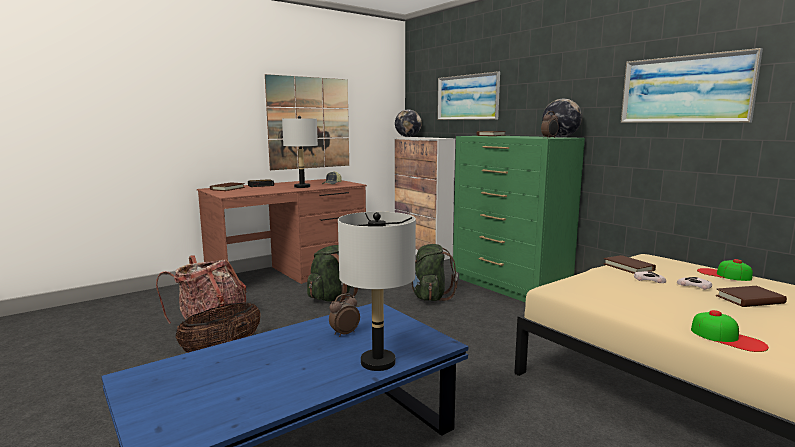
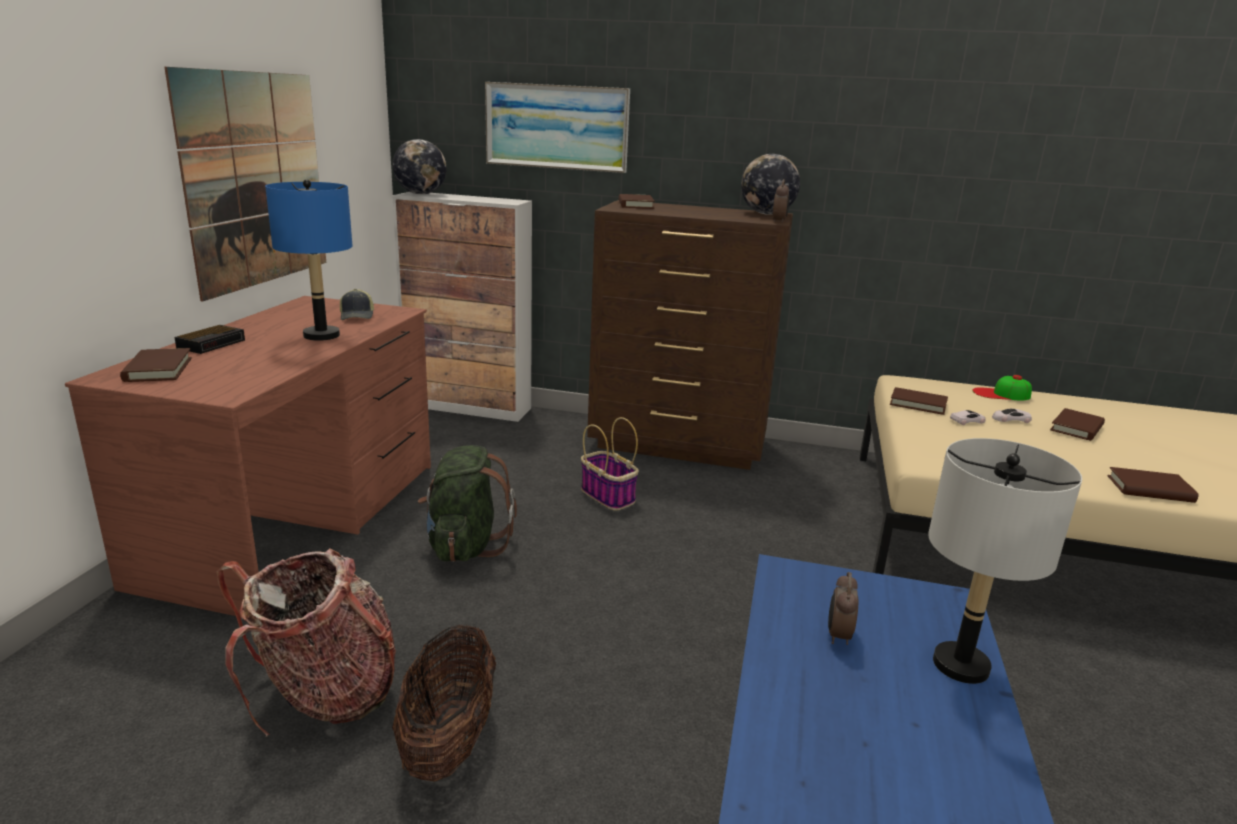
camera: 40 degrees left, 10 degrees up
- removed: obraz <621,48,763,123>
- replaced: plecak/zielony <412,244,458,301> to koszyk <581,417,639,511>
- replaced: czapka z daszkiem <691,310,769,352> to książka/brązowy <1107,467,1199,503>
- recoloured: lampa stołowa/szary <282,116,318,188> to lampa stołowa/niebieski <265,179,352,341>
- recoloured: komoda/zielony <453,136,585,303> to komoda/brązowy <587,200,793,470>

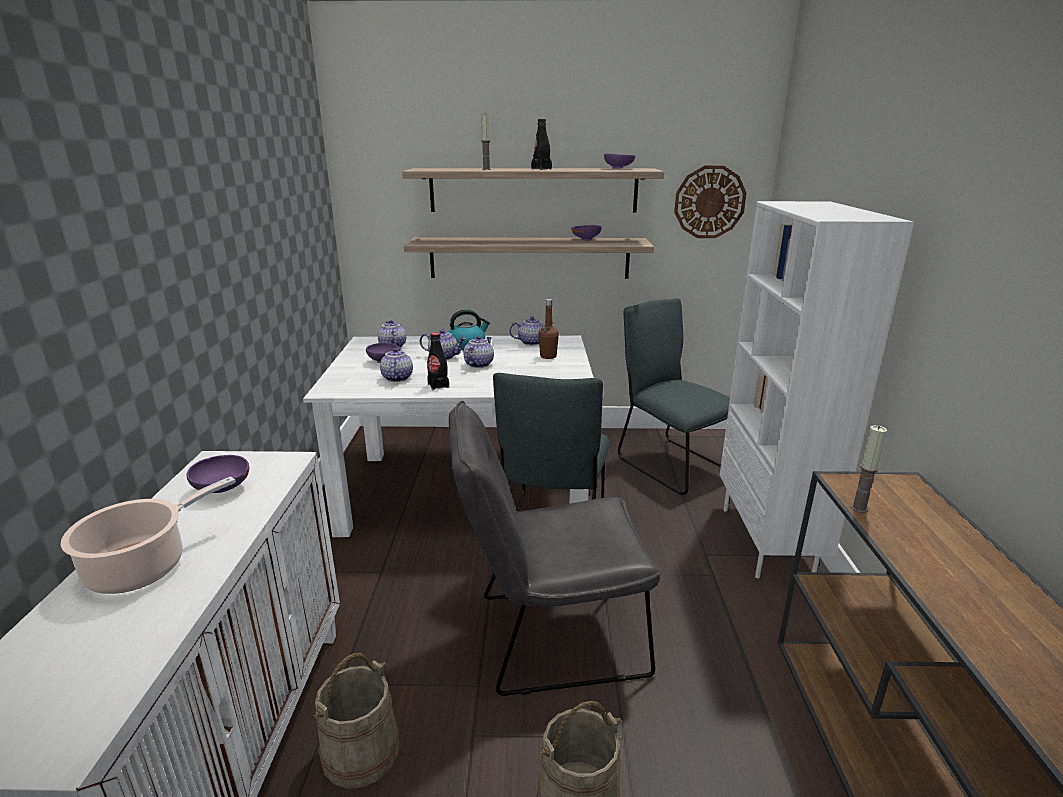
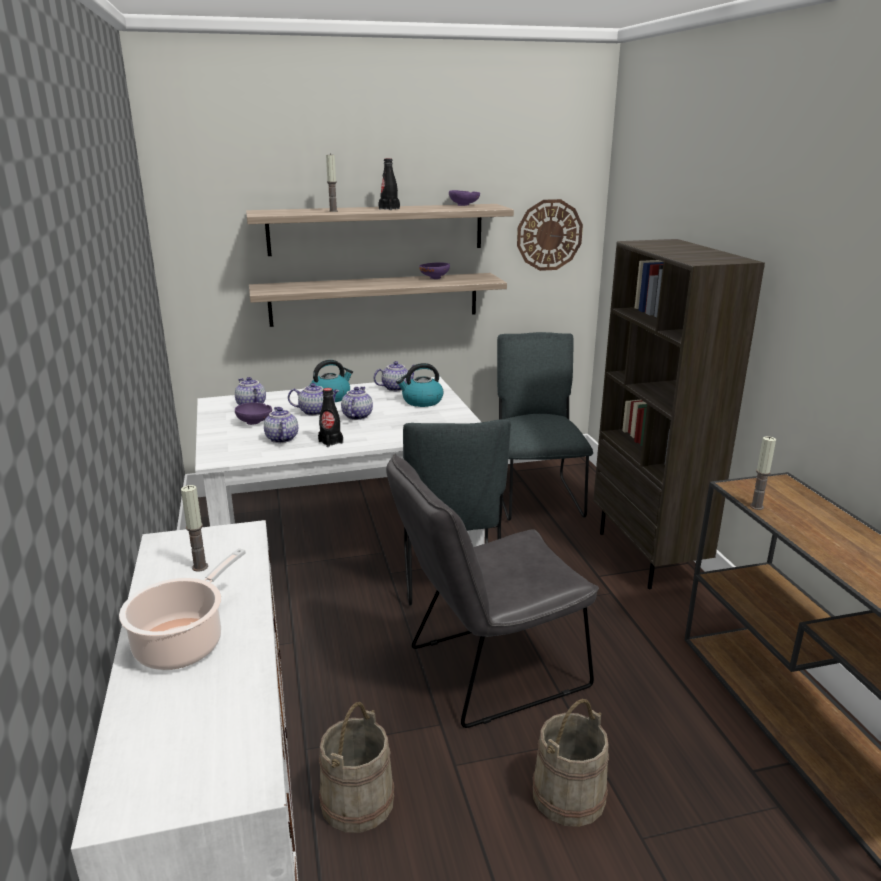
camera: 15 degrees left, 0 degrees up
- replaced: miska/fioletowy <187,455,249,493> to świeca <181,485,208,572>
- replaced: butelka/brązowy <538,299,559,359> to czajnik <396,363,444,407>
- recoloured: regał/biały <720,201,914,578> to regał/brązowy <593,239,765,589>
- turned: krzesło/szary <618,298,730,495> = <497,332,593,521> 45 degrees clockwise

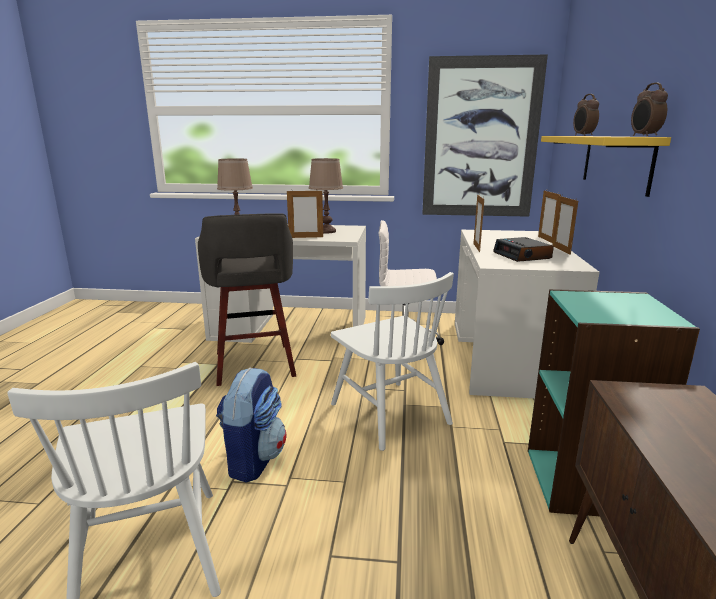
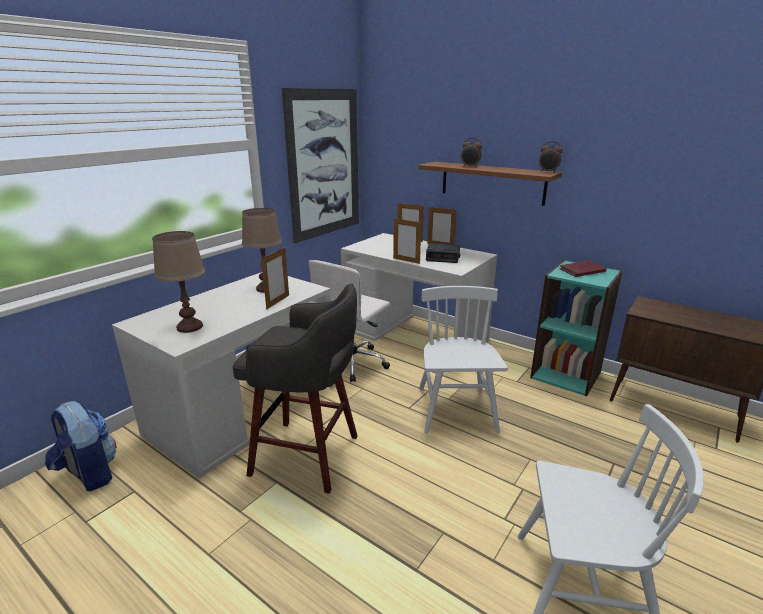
camera: 60 degrees left, 5 degrees up
- added: książka/czerwony <559,260,607,277>
- moved: plecak <216,367,287,483> to <45,401,116,491>
- recoloured: półka/żółty <541,136,671,197> to półka/brązowy <418,162,562,206>
- turned: krzesło/biały <331,272,454,451> = <419,286,508,434> 90 degrees counterclockwise

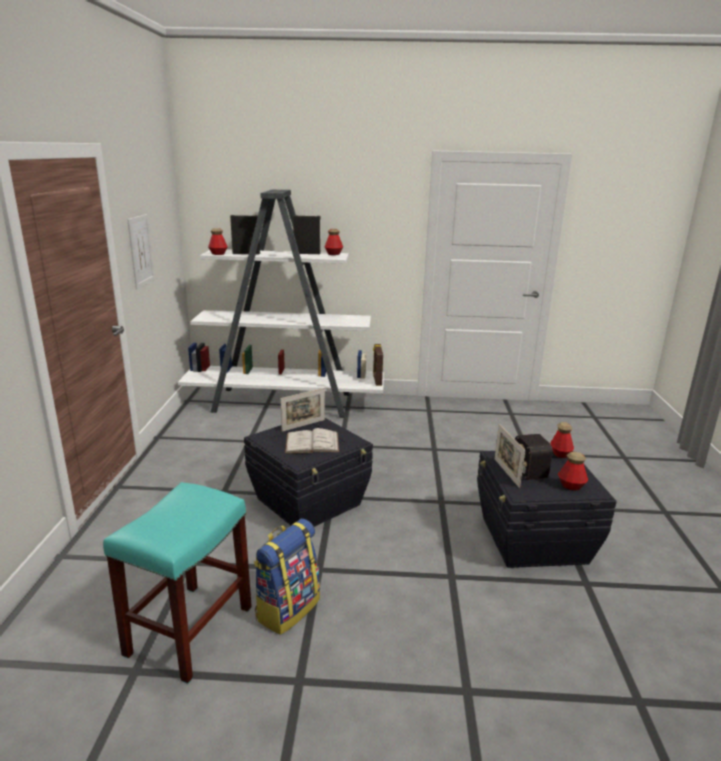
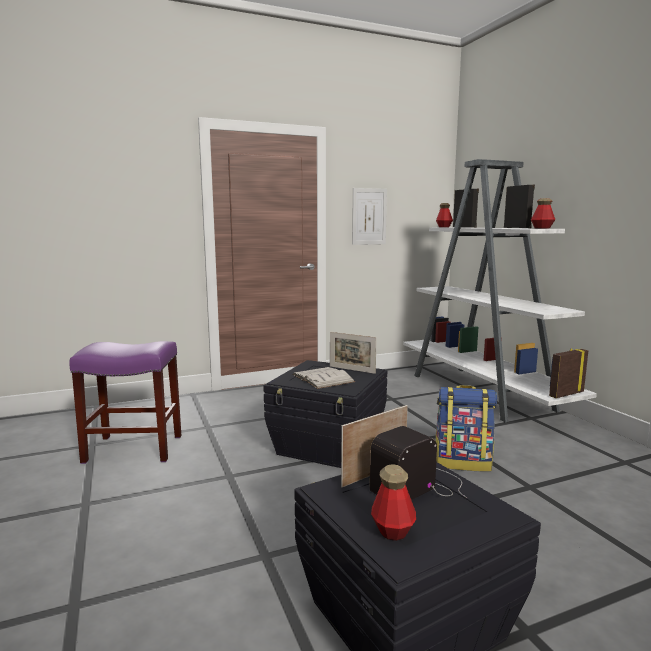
camera: 65 degrees right, 10 degrees down
- removed: butelka <550,422,574,458>
- moved: plecak <254,519,320,635> to <436,385,497,471>
- recoloured: stołek/turkusowy <103,482,252,684> to stołek/fioletowy <69,341,181,464>

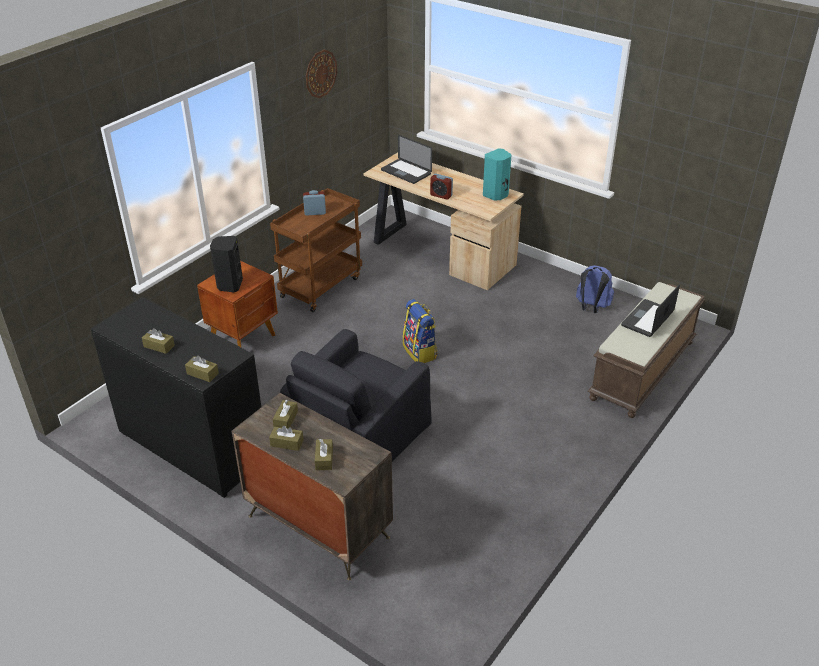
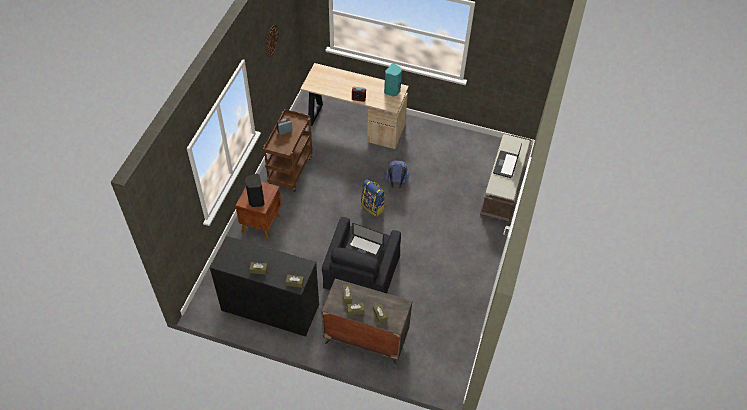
camera: 20 degrees left, 15 degrees up
- moved: laptop <381,135,432,184> to <345,223,384,259>
- moved: plecak/niebieski <576,265,614,313> to <386,160,409,188>

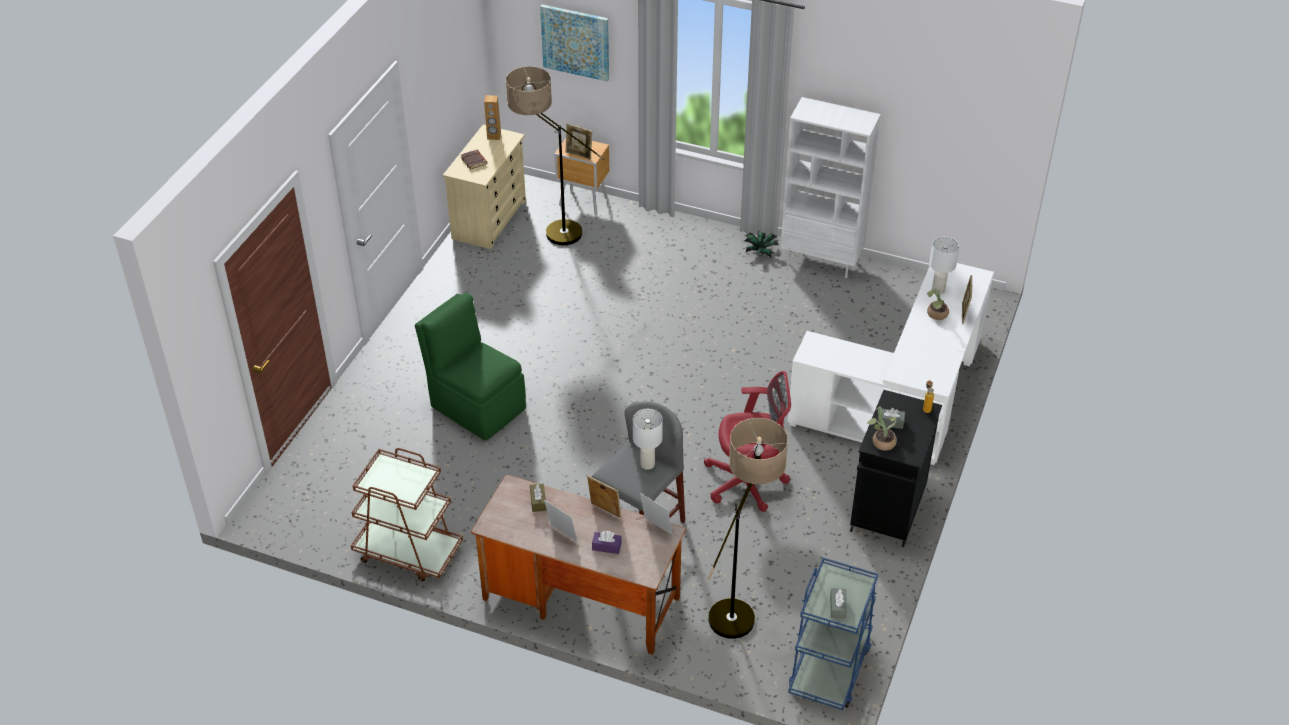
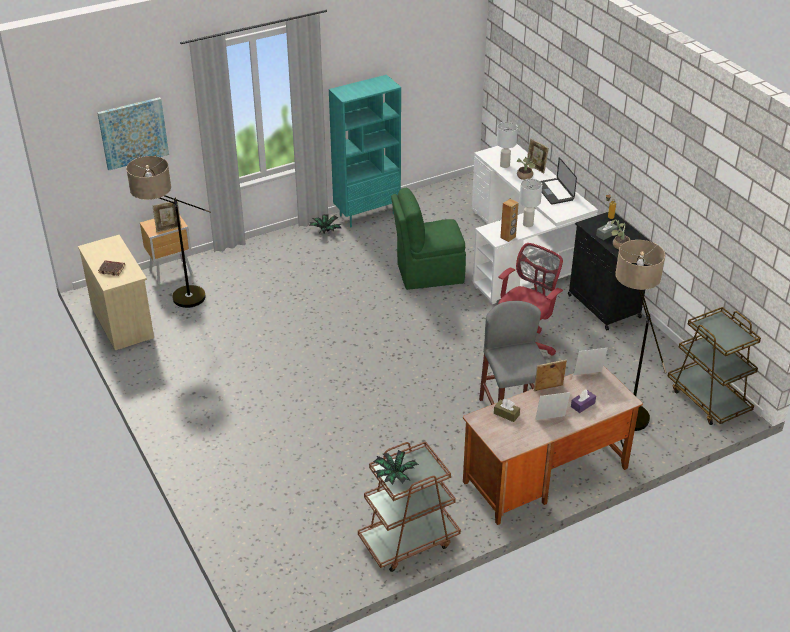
camera: 50 degrees left, 5 degrees down
- removed: pudełko chusteczek/szary <830,588,847,619>
- added: roślina doniczkowa <373,450,419,485>
- added: laptop <540,157,577,204>
- moved: krzesło/zielony <415,293,526,441> to <391,188,466,290>
- moved: głośnik/brązowy <484,95,501,140> to <500,199,519,242>
- moved: lampa stołowa/biały <633,409,663,470> to <519,179,542,227>
- recoloured: regał/biały <780,97,880,278> to regał/turkusowy <329,75,401,227>
- recoloured: wózek/niebieski <788,558,878,710> to wózek/brązowy <668,307,761,425>

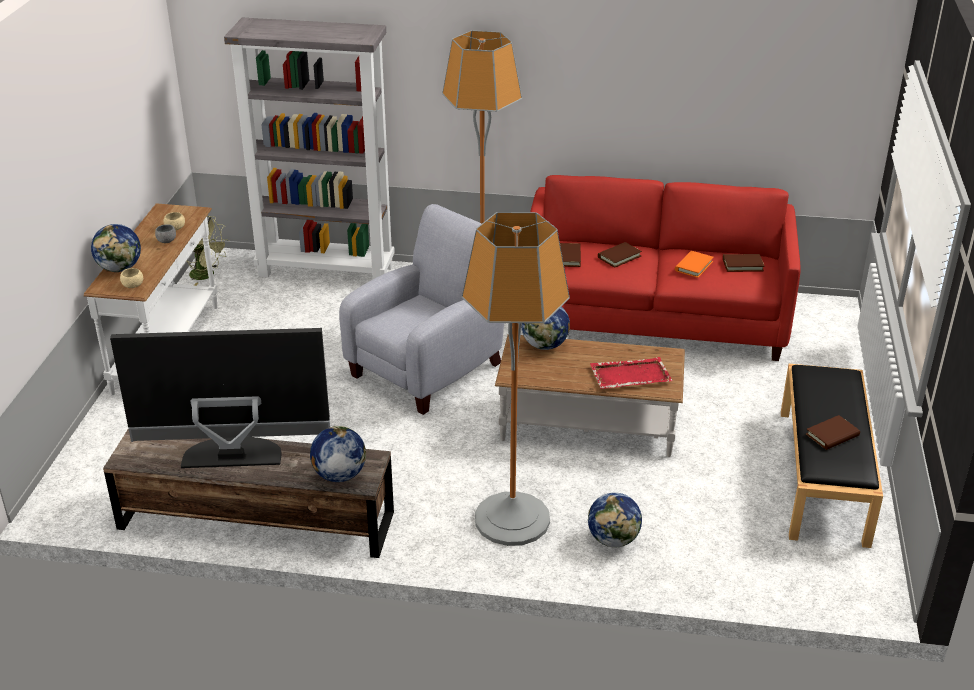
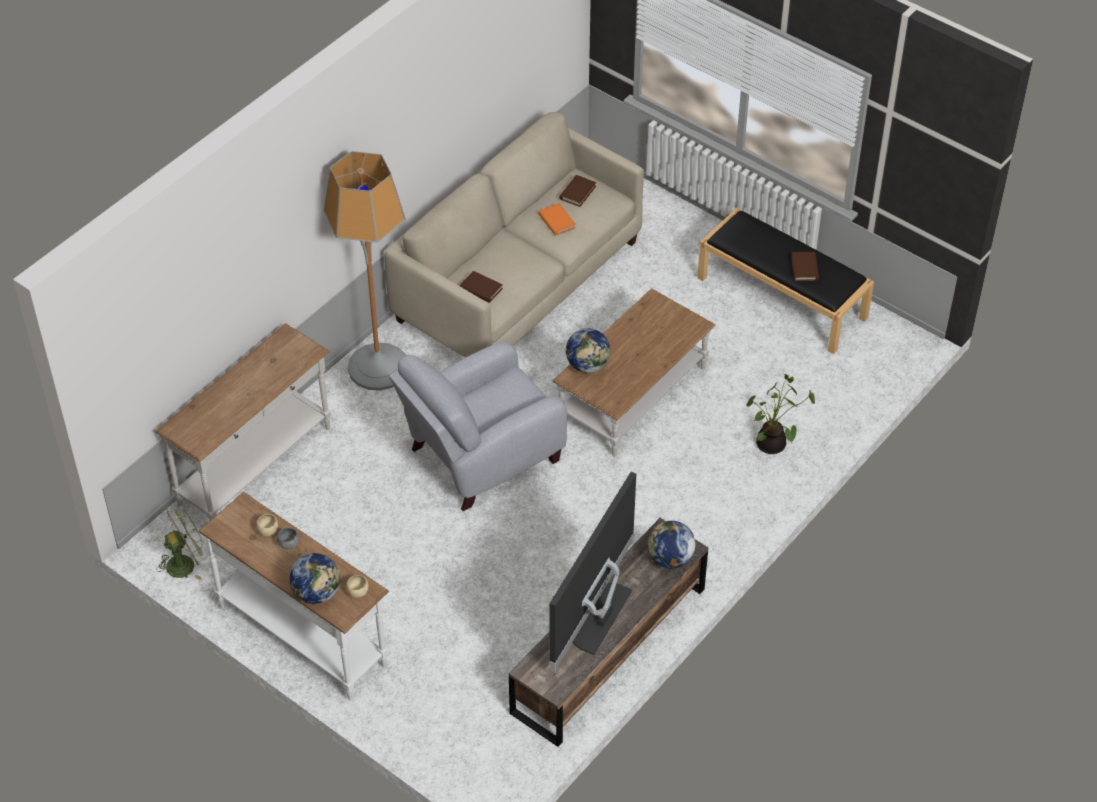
camera: 60 degrees left, 15 degrees up
- removed: lampa stojąca <462,212,570,546>
- removed: taca/czerwony <590,357,673,389>
- removed: książka/brązowy <598,242,642,268>
- replaced: regał/szary <224,18,395,279> to stolik konsolowy/biały <155,323,331,521>
- replaced: globus <588,492,642,547> to roślina doniczkowa <746,374,815,454>
- recoloured: kanapa/czerwony <530,175,801,361> to kanapa/beżowy <385,112,644,357>
- turned: fotel/szary <339,204,504,415> = <389,341,567,511> 105 degrees counterclockwise

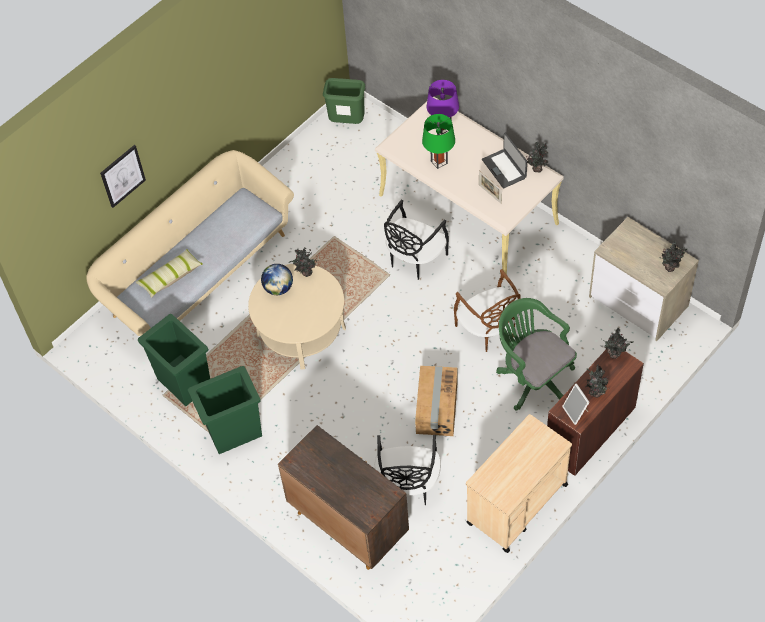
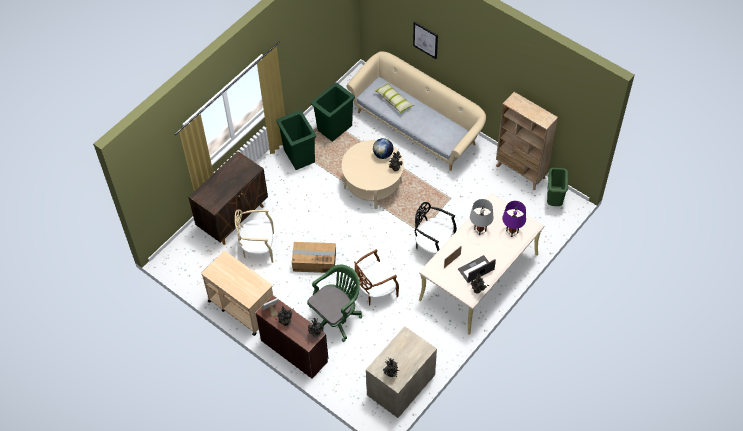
camera: 85 degrees right, 0 degrees up
- added: regał/beżowy <496,92,558,190>
- recoloured: krzesło/czarny <375,435,441,505> to krzesło/beżowy <235,209,274,263>
- recoloured: lampa stołowa/zielony <422,114,455,169> to lampa stołowa/szary <470,199,494,235>

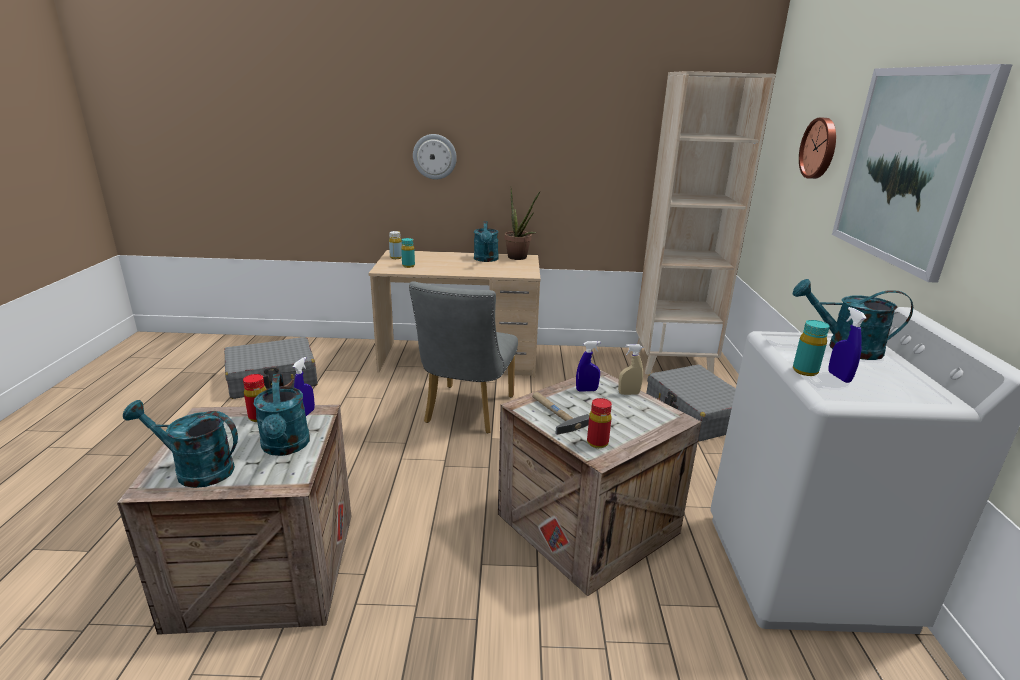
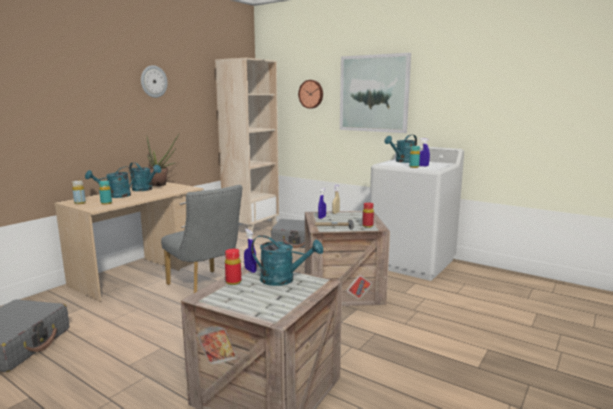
camera: 55 degrees left, 10 degrees down
- moved: konewka/turkusowy <123,400,238,488> to <85,166,134,198>
- moved: zegar ścienny <413,134,457,179> to <141,65,168,98>

